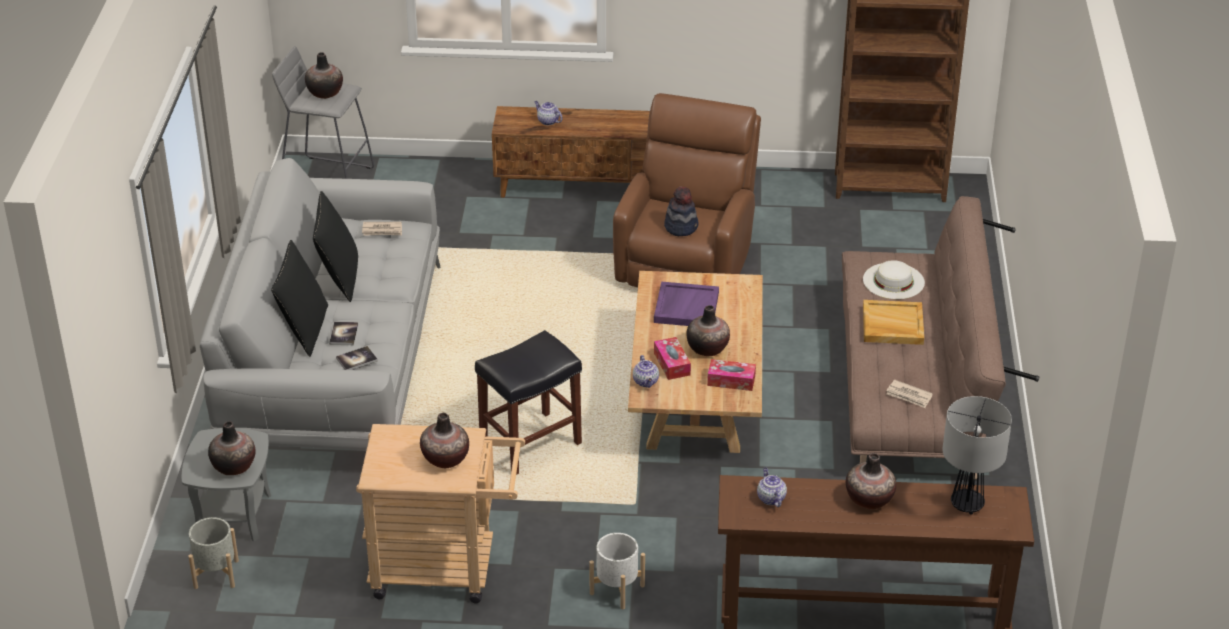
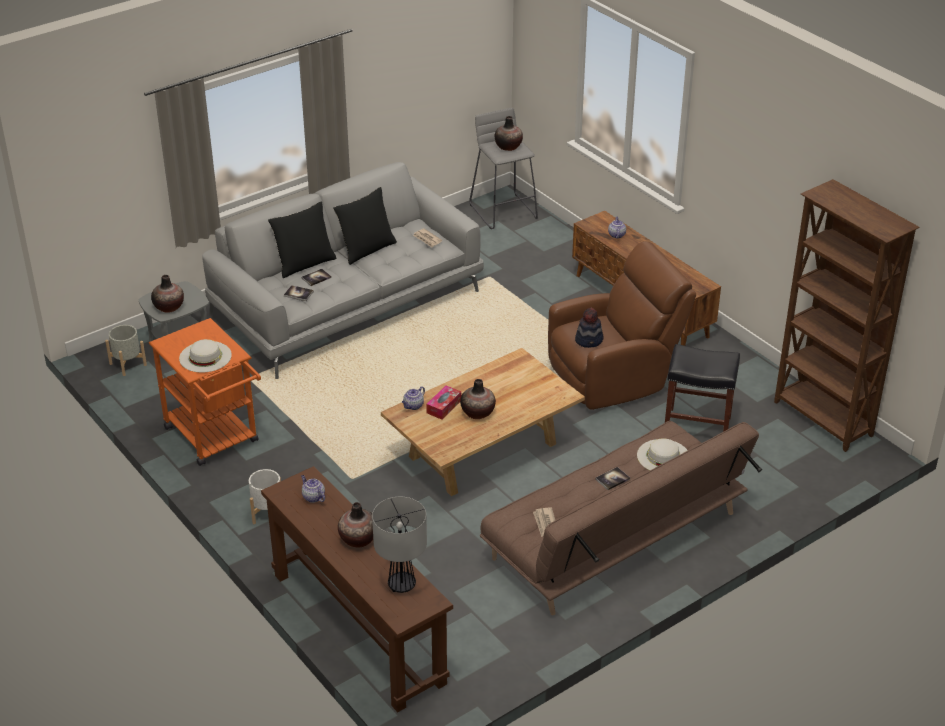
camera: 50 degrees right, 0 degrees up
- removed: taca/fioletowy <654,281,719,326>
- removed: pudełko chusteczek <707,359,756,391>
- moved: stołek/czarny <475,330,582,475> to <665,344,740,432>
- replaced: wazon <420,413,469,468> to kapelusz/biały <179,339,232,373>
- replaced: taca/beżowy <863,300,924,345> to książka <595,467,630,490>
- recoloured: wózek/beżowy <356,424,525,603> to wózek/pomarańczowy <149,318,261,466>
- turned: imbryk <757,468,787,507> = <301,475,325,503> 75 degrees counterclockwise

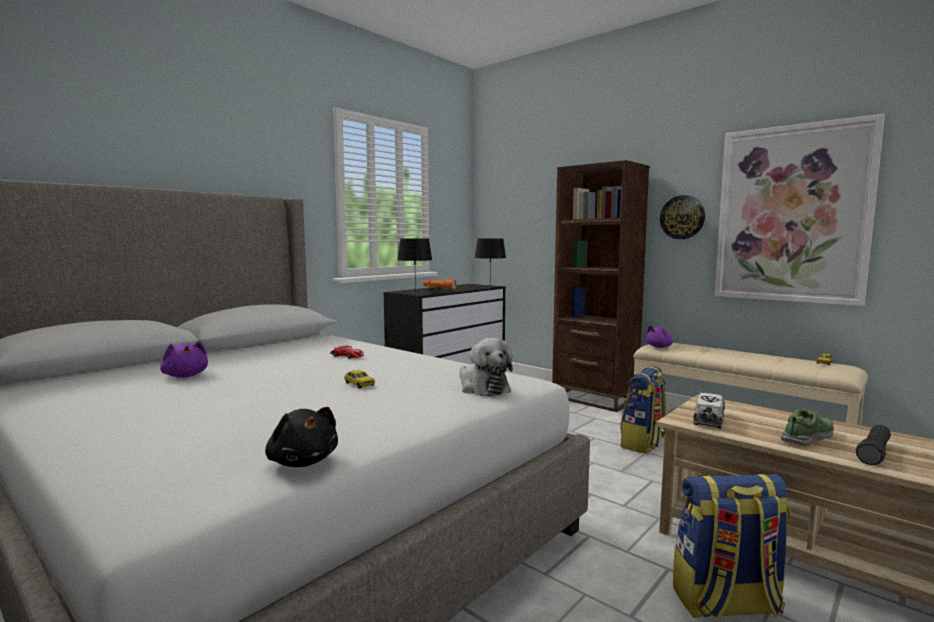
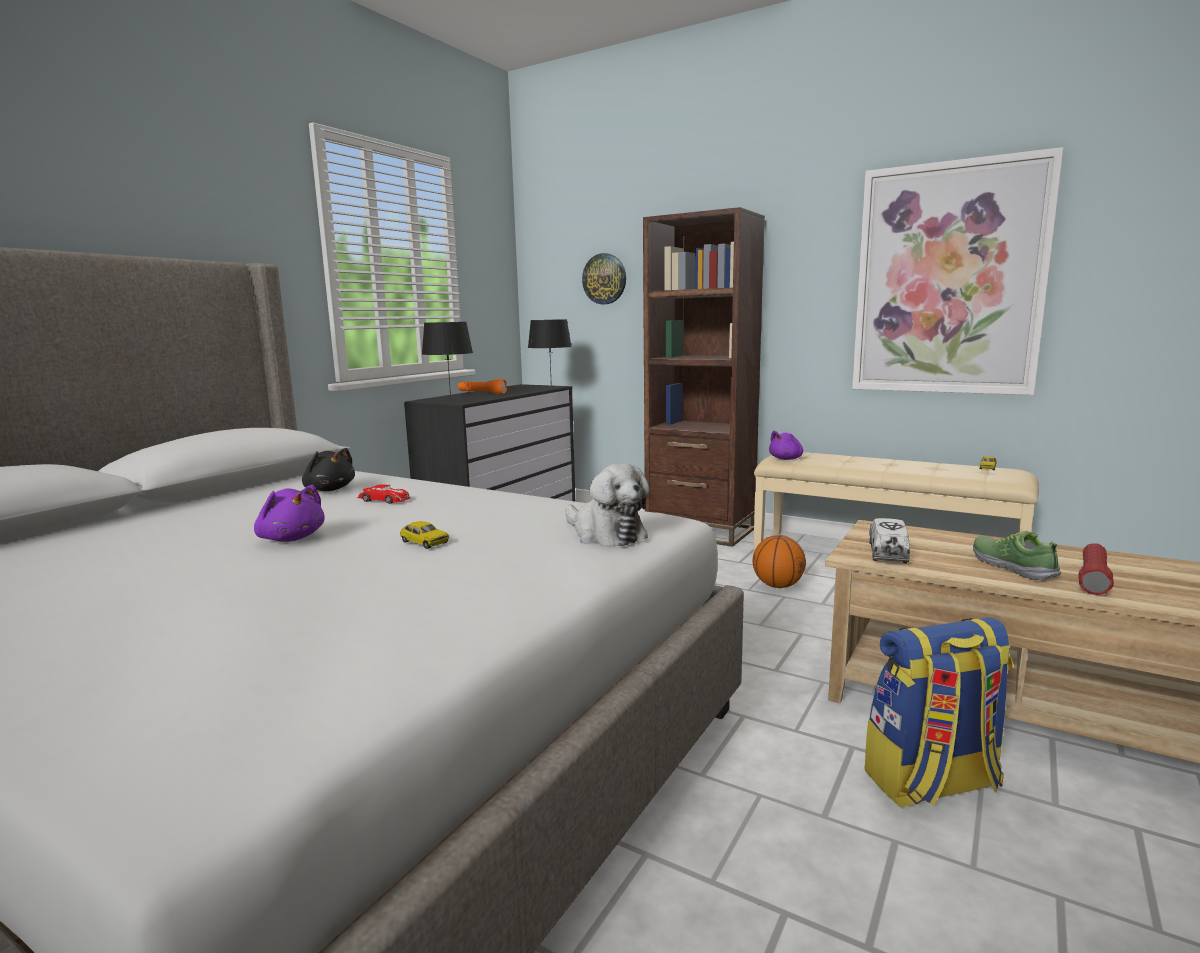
camera: 10 degrees left, 5 degrees up
- moved: pluszak/fioletowy <160,341,208,378> to <254,485,325,542>
- moved: pluszak/czarny <265,407,338,467> to <302,448,355,491>
- moved: zegar ścienny <660,195,705,239> to <582,253,626,304>
- replaced: plecak <620,366,666,454> to piłka do koszykówki <752,535,806,588>
- recoloured: latarka/czarny <856,425,891,465> to latarka/czerwony <1078,544,1114,595>
- turned: but <781,409,834,446> = <973,530,1061,580> 60 degrees counterclockwise

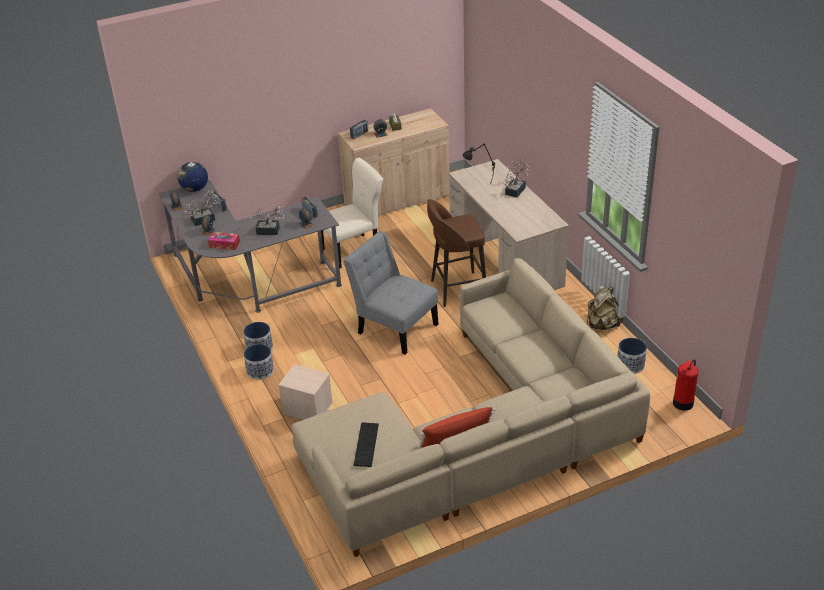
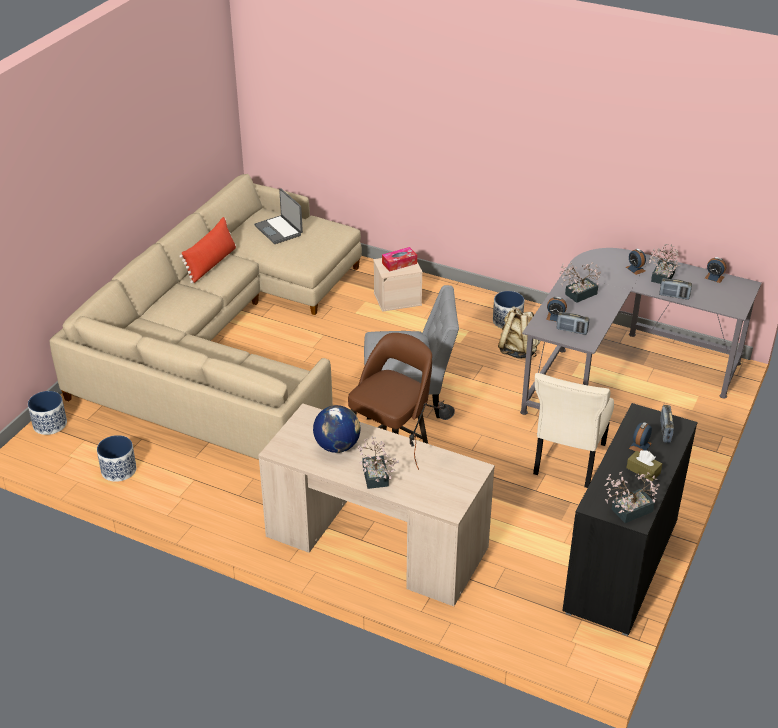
camera: 140 degrees right, 0 degrees up
- removed: gaśnica <673,360,698,411>
- added: roślina doniczkowa <604,472,660,523>
- moved: globus <178,162,208,192> to <313,405,360,453>
- moved: pudełko chusteczek <208,232,240,250> to <382,247,417,272>
- moved: donica <244,344,274,380> to <28,391,67,435>
- moved: plecak/beżowy <587,286,623,330> to <498,307,541,359>
- replaced: klawiatura <354,422,379,467> to laptop <254,188,303,244>
- recoloured: szafka/beżowy <338,108,450,216> to szafka/czarny <562,403,698,636>

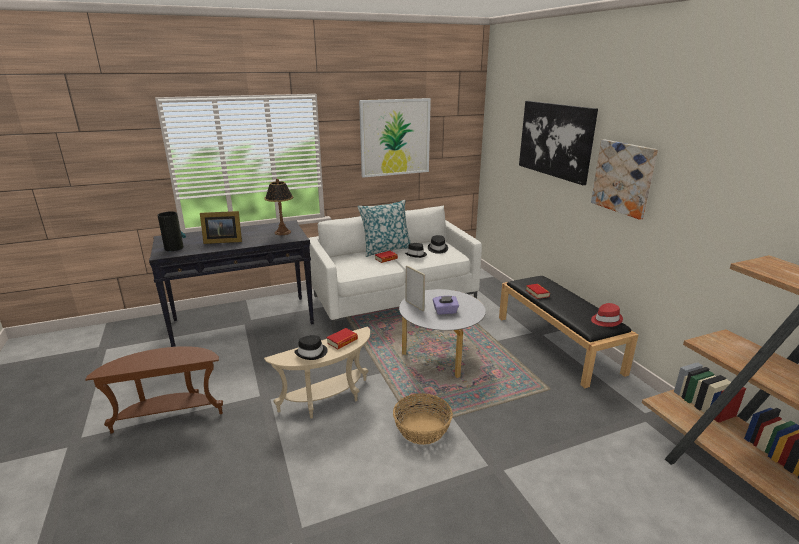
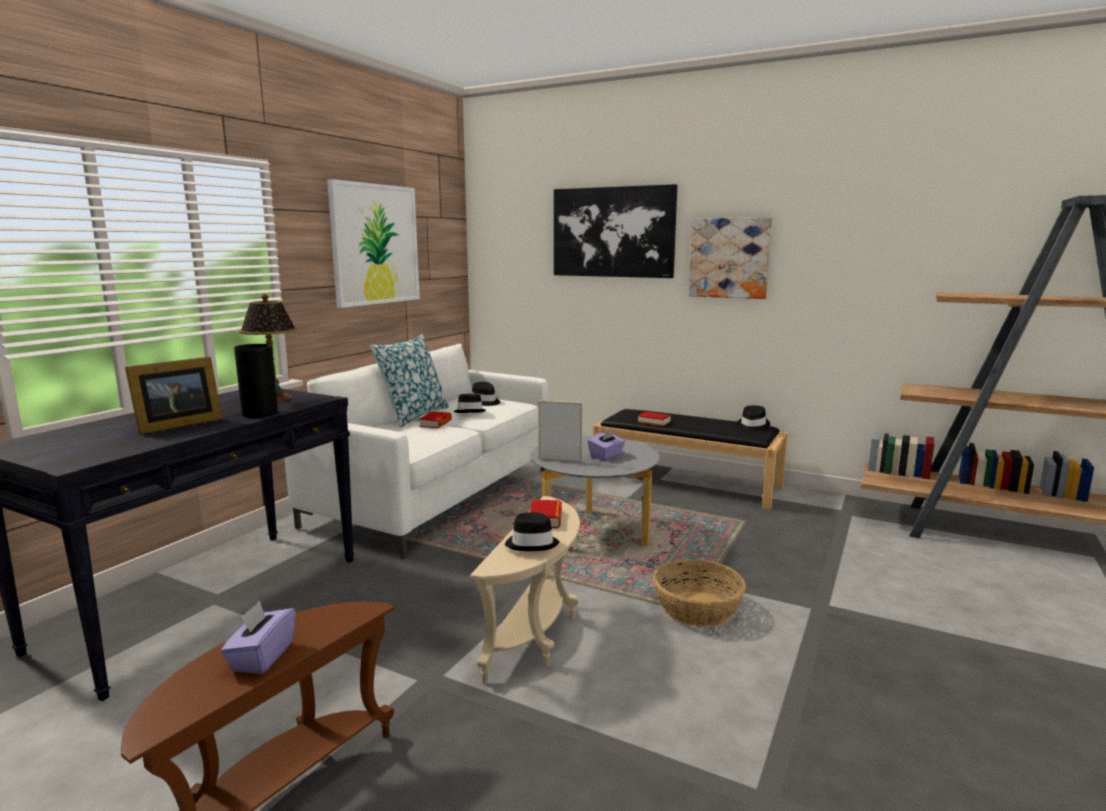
camera: 40 degrees left, 10 degrees down
- added: pudełko chusteczek/fioletowy <221,601,296,674>
- moved: wazon <158,211,186,251> to <234,344,280,418>
- recoloured: kapelusz/czerwony <591,303,623,327> to kapelusz/czarny <736,405,770,431>

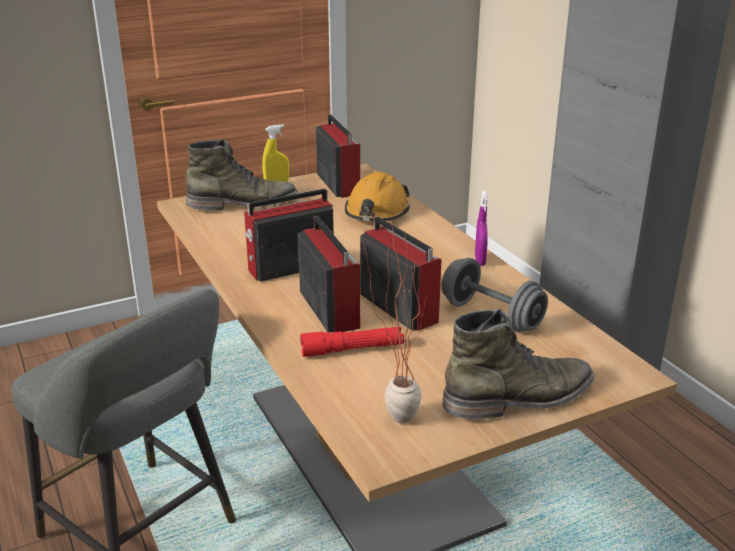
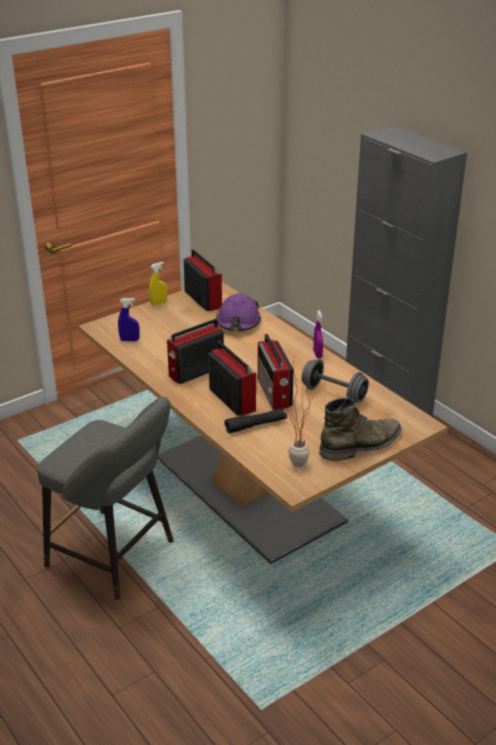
camera: 10 degrees left, 5 degrees up
- removed: but z cholewką/zielony <185,139,297,210>
- added: spryskiwacz/niebieski <118,298,140,341>
- recoloured: latarka/czerwony <300,327,404,357> to latarka/czarny <225,409,287,433>
- recoloured: kask/pomarańczowy <345,172,410,221> to kask/fioletowy <216,293,261,331>
- turned: radio <360,216,442,331> = <258,334,294,410> 150 degrees counterclockwise

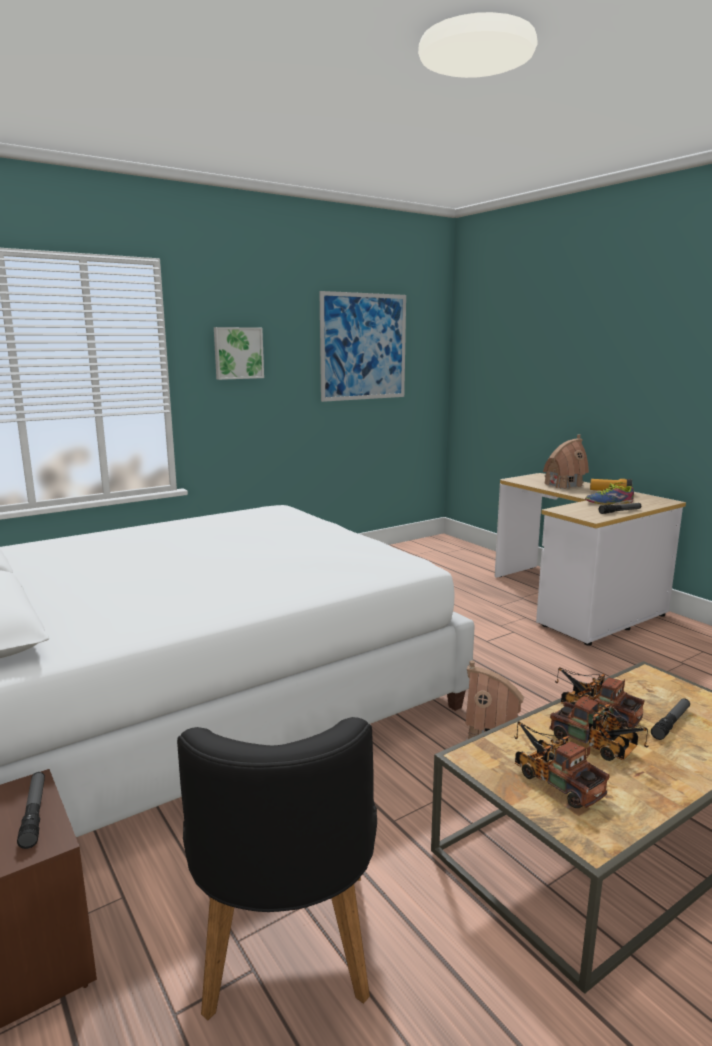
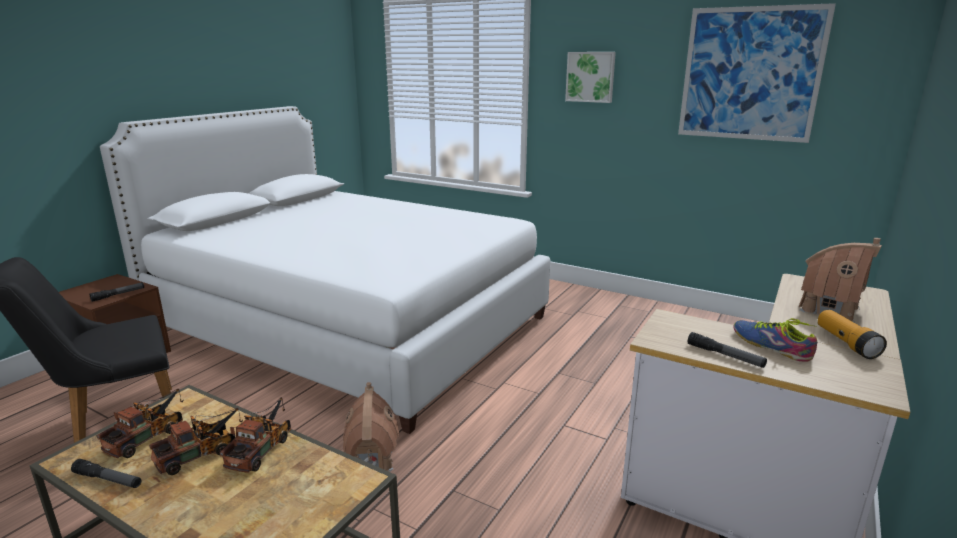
camera: 65 degrees right, 5 degrees up
- moved: latarka <651,698,690,740> to <71,459,141,488>
- turned: ciężarówka zabawkowa <549,696,649,761> = <149,408,243,475> 150 degrees counterclockwise

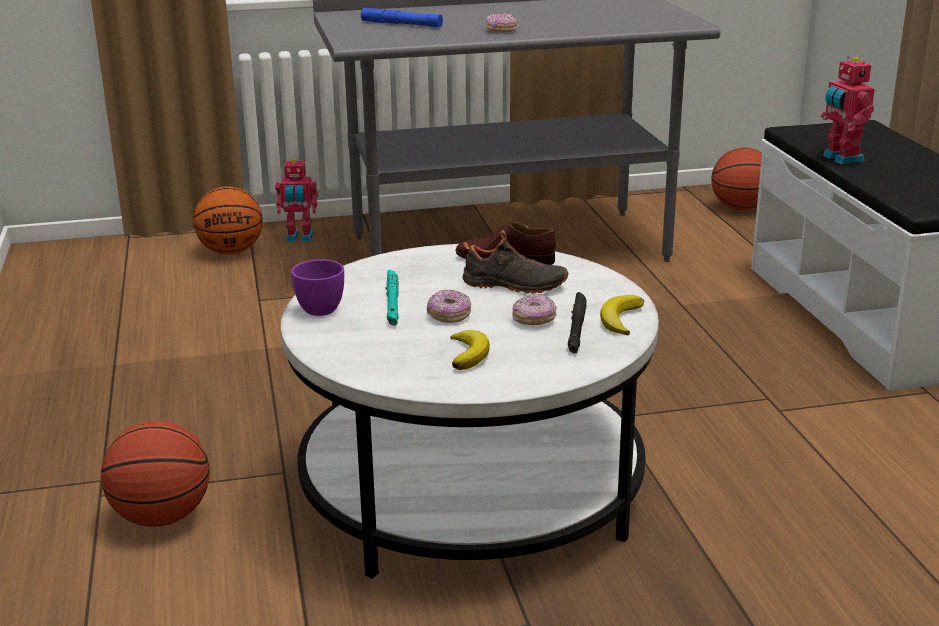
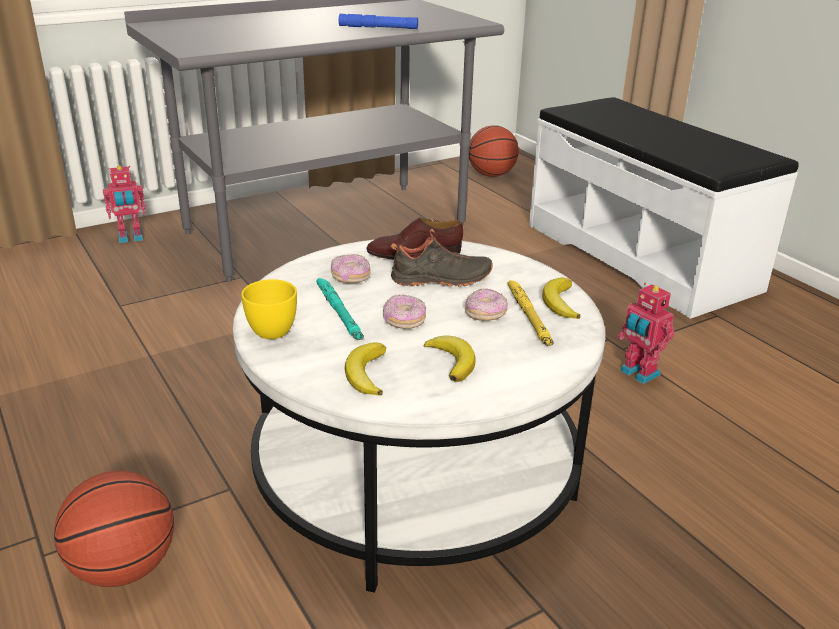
camera: 20 degrees left, 5 degrees up
- removed: piłka do koszykówki <193,186,263,255>
- added: banan <345,342,386,396>
- moved: latarka/niebieski <361,8,443,27> to <339,14,418,29>
- moved: donut <486,14,517,32> to <331,254,371,283>
- moved: robot zabawkowy <821,56,875,164> to <618,283,675,384>
- recoloured: filiżanka/fioletowy <291,259,344,316> to filiżanka/żółty <241,279,297,339>
- recoloured: latarka/czarny <568,292,587,353> to latarka/żółty <508,280,554,346>

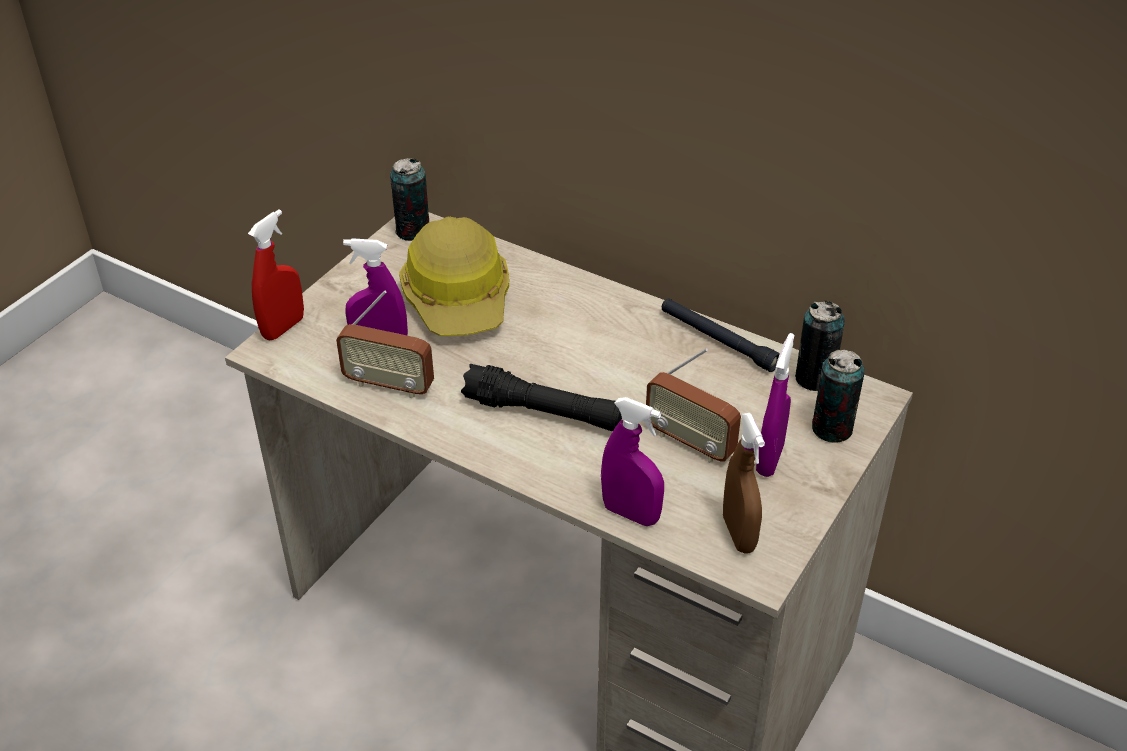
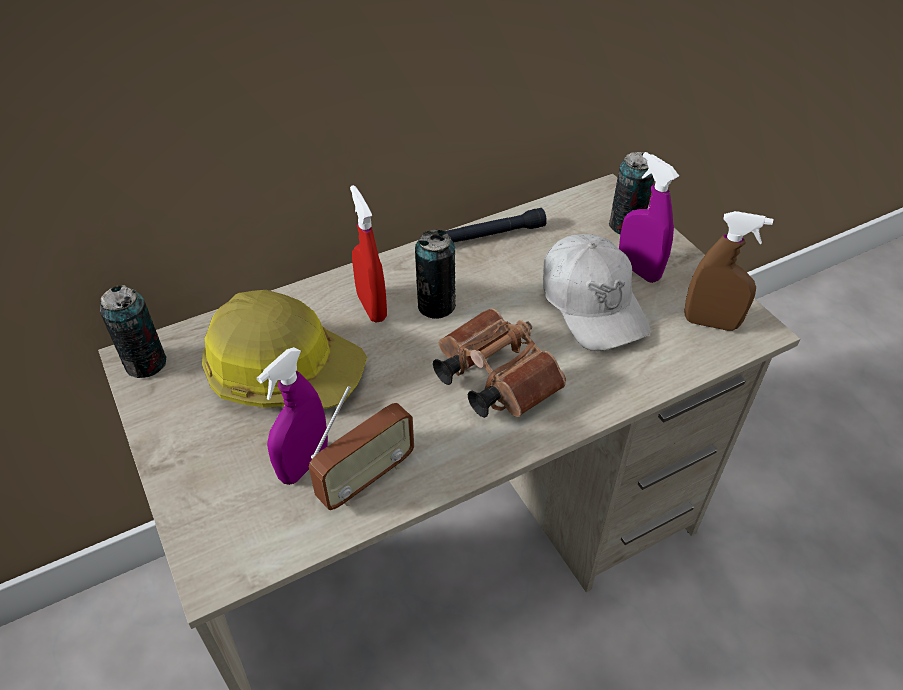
camera: 60 degrees left, 5 degrees up
- removed: spryskiwacz/fioletowy <601,397,664,526>
- moved: spryskiwacz/czerwony <248,209,304,341> to <350,185,387,323>
- moved: puszka <795,301,845,391> to <415,229,456,319>
- replaced: latarka/czarny <461,364,622,431> to lornetka/brązowy <433,308,566,418>
- replaced: radio <646,348,741,463> to czapka z daszkiem/biały <543,234,650,351>

